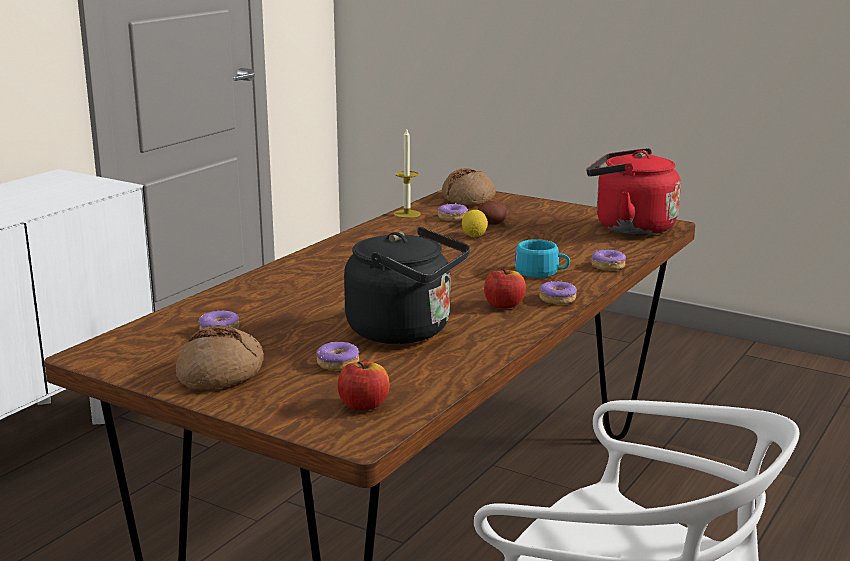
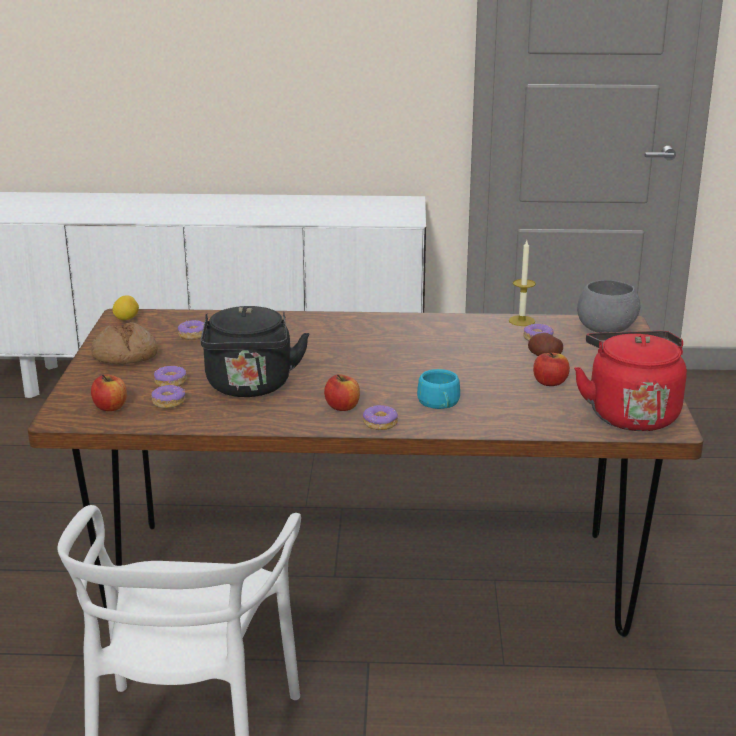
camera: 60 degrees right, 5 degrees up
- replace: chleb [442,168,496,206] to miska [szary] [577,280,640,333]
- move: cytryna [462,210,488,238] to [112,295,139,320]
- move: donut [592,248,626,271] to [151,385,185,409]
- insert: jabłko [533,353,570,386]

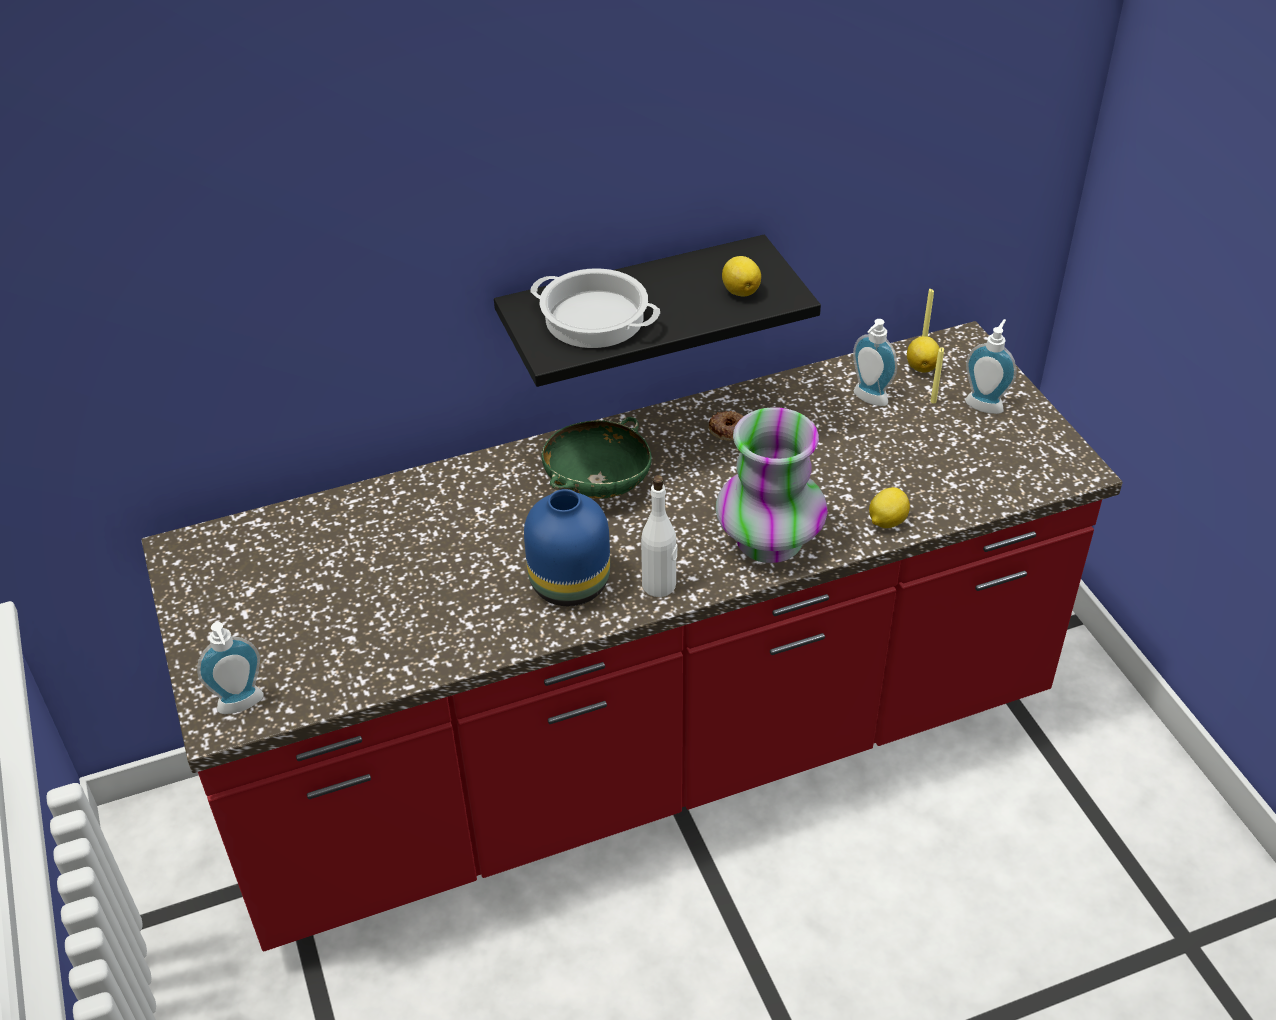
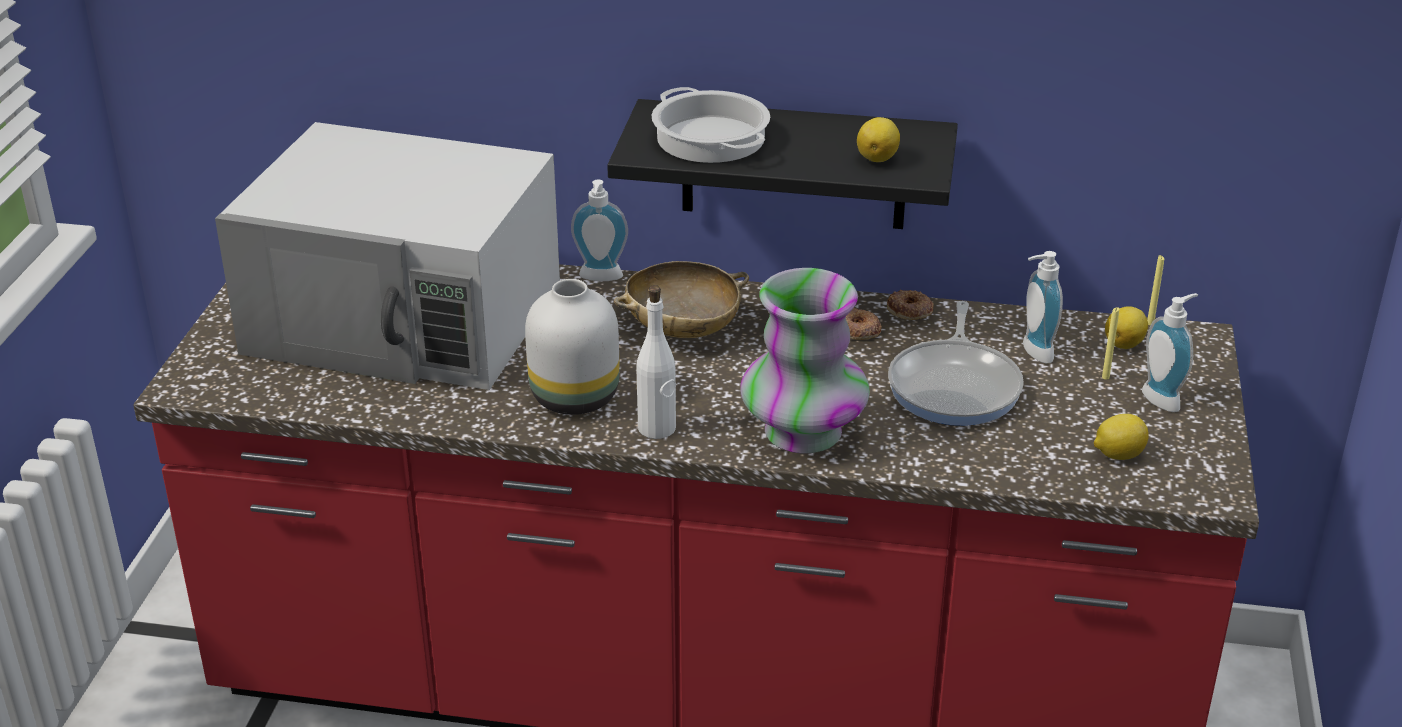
camera: 30 degrees right, 10 degrees down
- move: dozownik mydła [197,622,264,714] to [571,179,628,281]
- recolor: wazon [niebieski] [524,489,610,606] to wazon [biały] [525,279,620,415]
- recolor: miska [zielony] [542,417,652,499] to miska [beżowy] [614,261,749,338]
- move: cytryna [869,487,910,528] to [1094,414,1149,460]
- insert: mikrofalówka [biały] [215,122,560,390]
- insert: donut [887,290,934,320]
- insert: patelnia [888,301,1024,426]

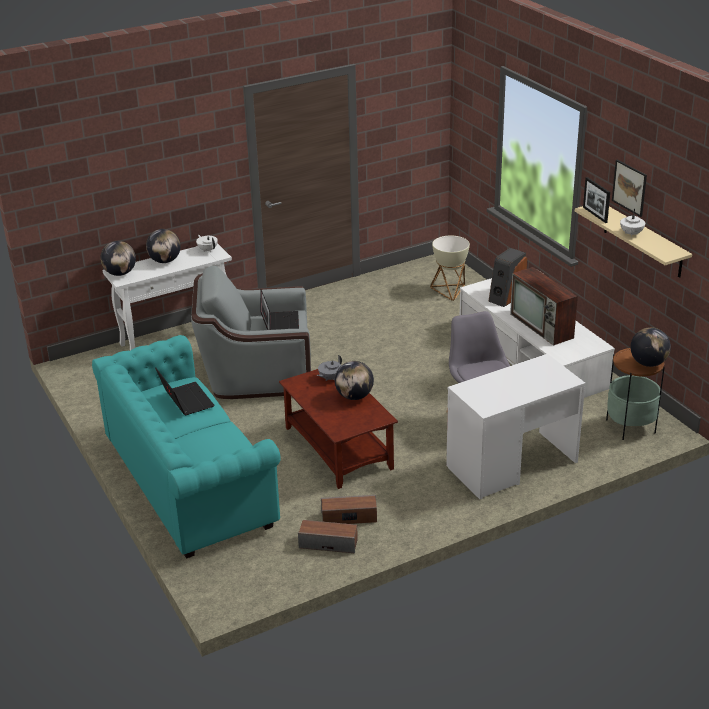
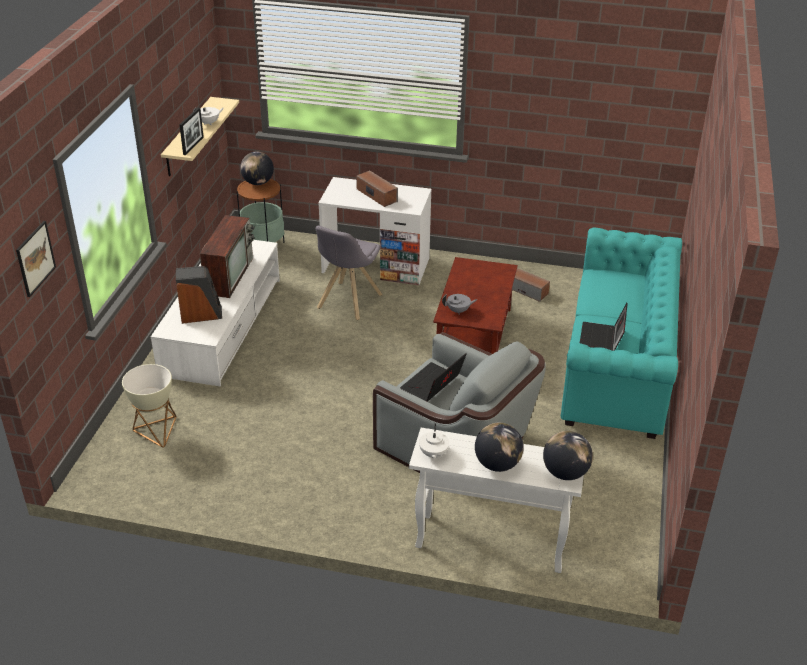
camera: 140 degrees left, 5 degrees up
- move: głośnik [298,520,358,553] to [356,170,398,207]
- delete: globus [335,361,374,400]
- move: obraz [612,160,647,217] to [16,221,56,297]

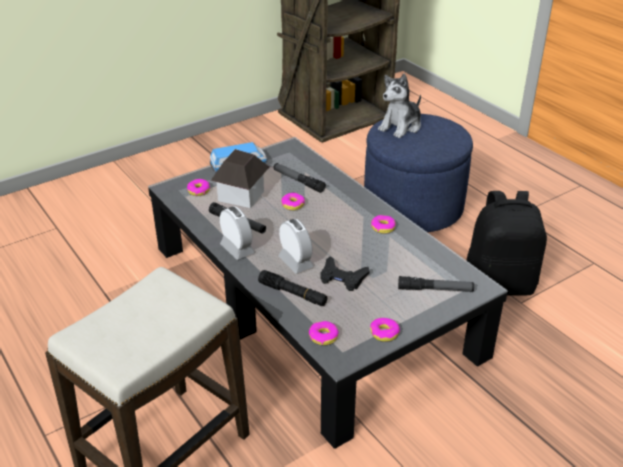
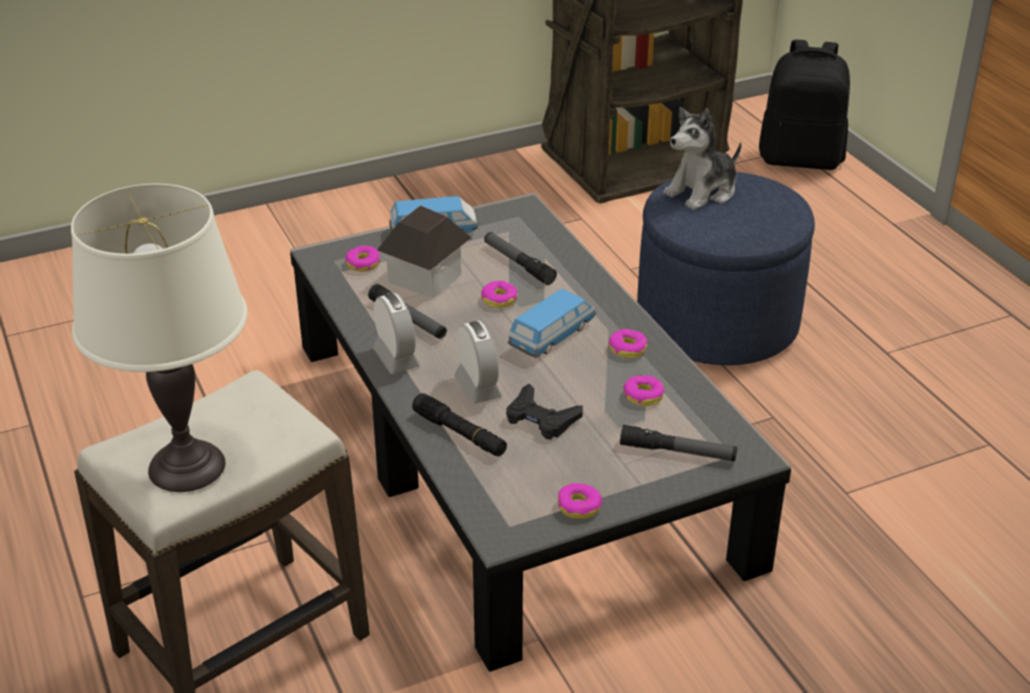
camera: 10 degrees right, 0 degrees up
- move: donut [309,321,339,345] to [623,376,664,406]
- move: plecak [czarny] [466,191,547,295] to [759,40,850,170]
- insert: lampa stołowa [biały] [71,184,247,492]
- insert: samochodzik [508,289,596,358]

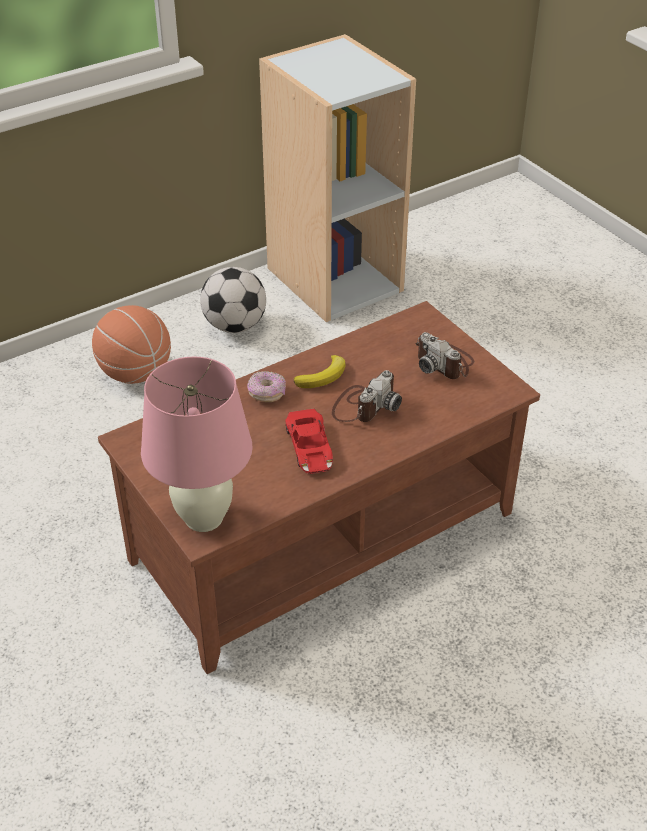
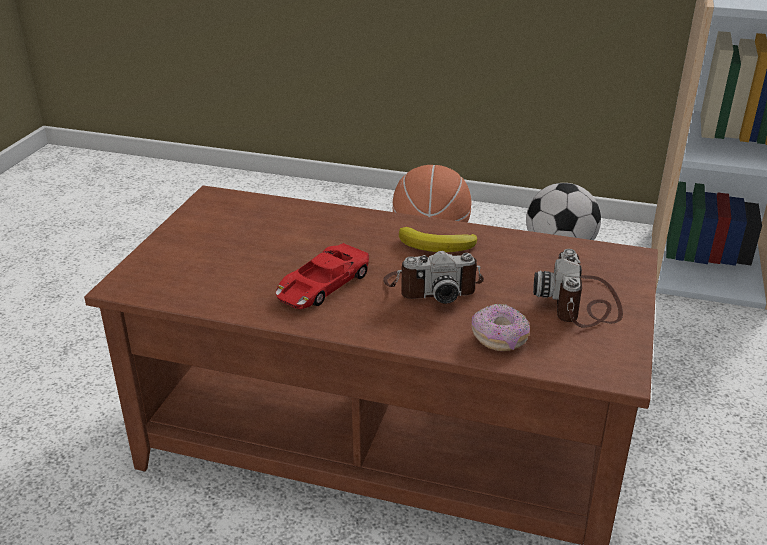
camera: 50 degrees right, 10 degrees down
- delete: lampa stołowa [różowy] [141,357,253,532]
- move: donut [247,371,286,402] to [471,304,530,351]

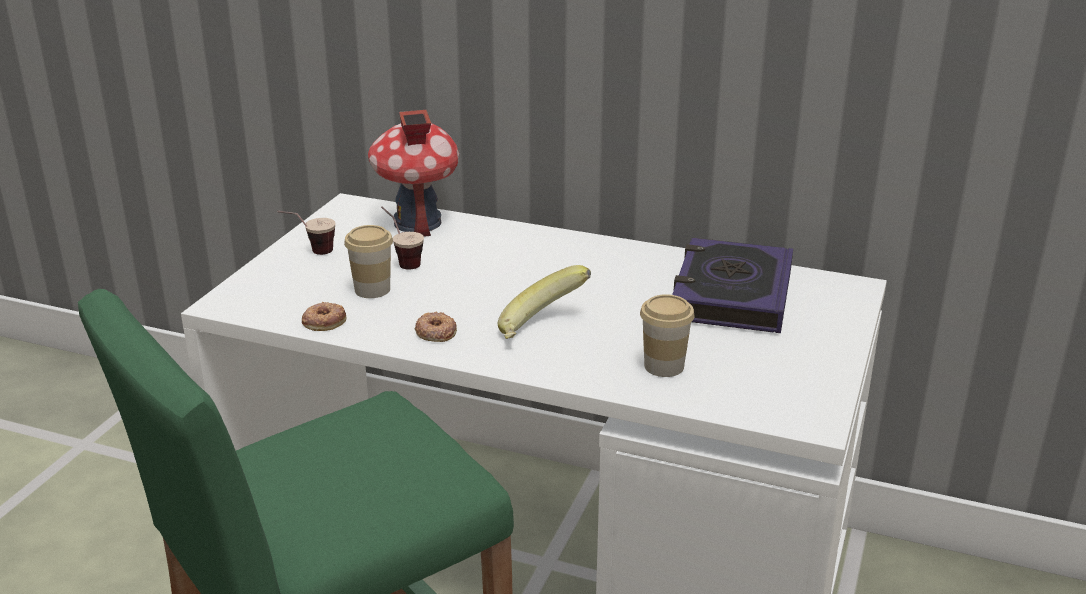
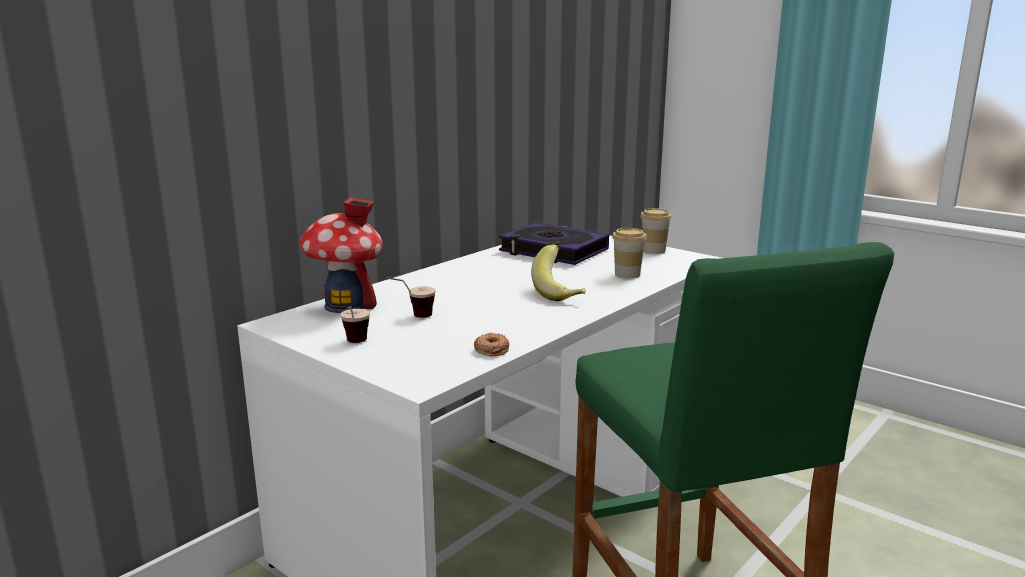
camera: 70 degrees left, 10 degrees down
- move: filiżanka [344,225,393,298] to [640,208,672,254]
- delete: donut [414,312,457,342]

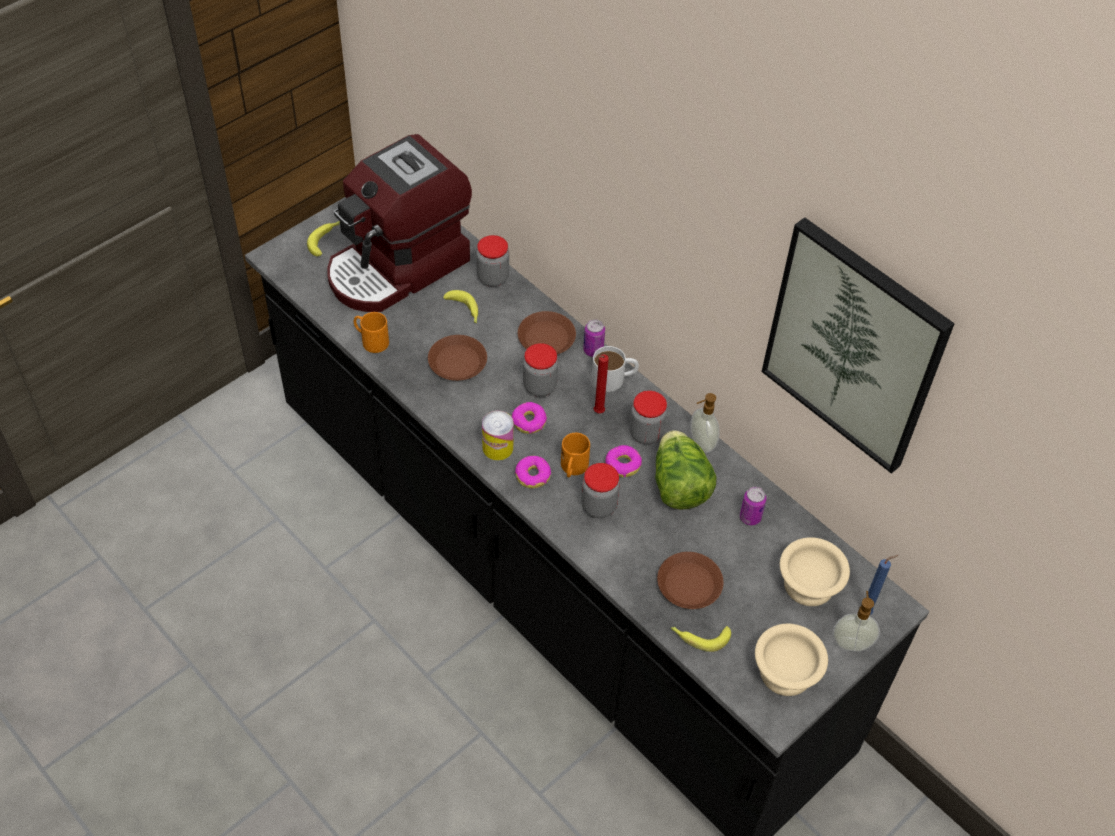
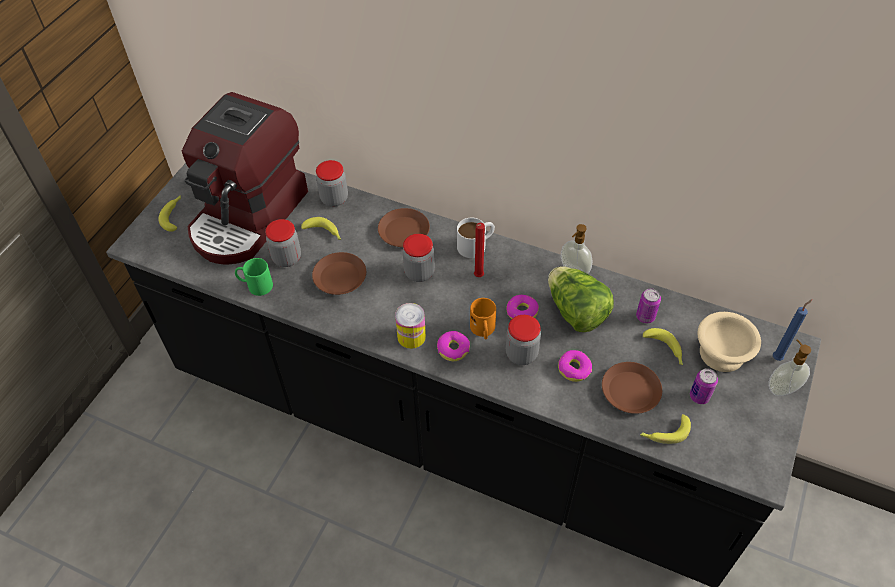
camera: 20 degrees left, 0 degrees up
- recolor: kubek [pomarańczowy] [354,312,389,353] to kubek [zielony] [235,258,273,296]
- move: donut [512,402,547,434] to [558,350,592,382]
- move: puszka [583,319,605,357] to [690,368,718,404]
- move: słoik [630,390,667,445] to [265,219,301,267]
- delete: miska [beżowy] [755,624,828,696]
- delete: obraz [762,217,954,473]
- insert: banan [643,328,683,365]

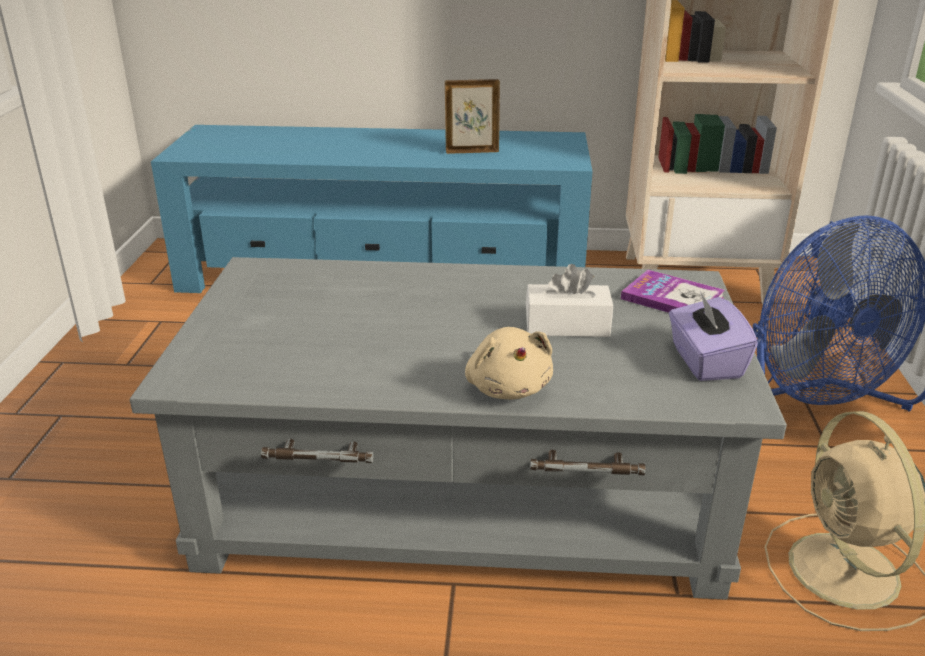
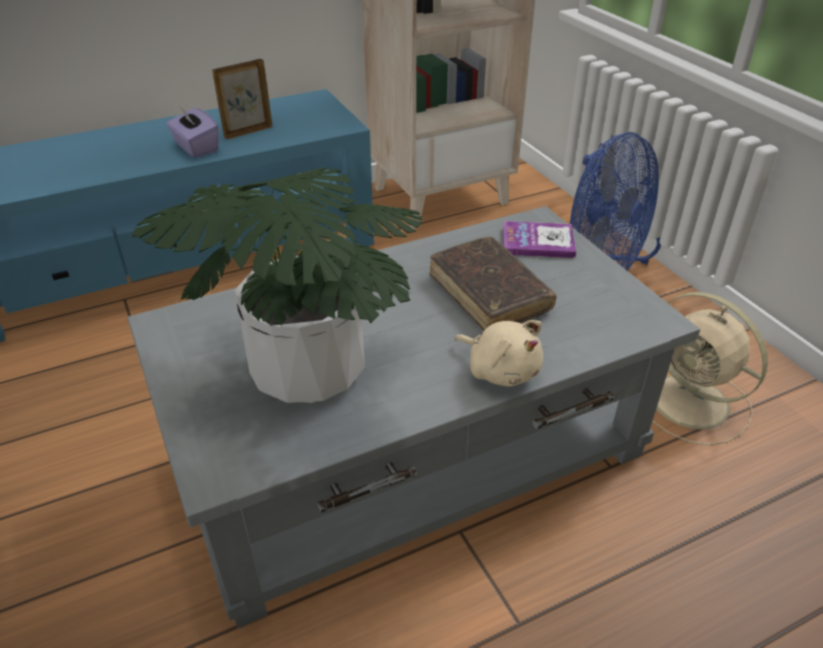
camera: 30 degrees left, 10 degrees up
- replace: pudełko chusteczek [biały] [526,264,613,337] to książka [brązowy] [429,237,556,331]
- move: pudełko chusteczek [fioletowy] [669,291,758,381] to [166,105,219,158]
- insert: roślina doniczkowa [132,168,423,403]

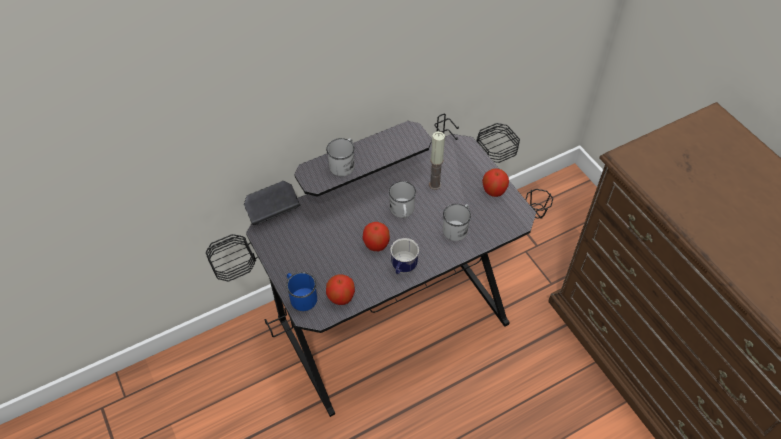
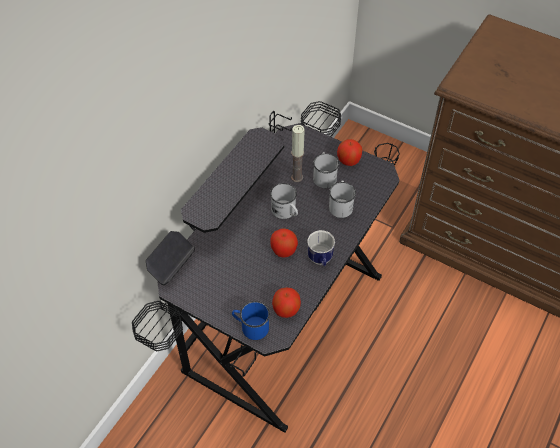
camera: 30 degrees left, 0 degrees up
- move: kubek [biały] [326,138,355,176] to [313,152,339,188]

